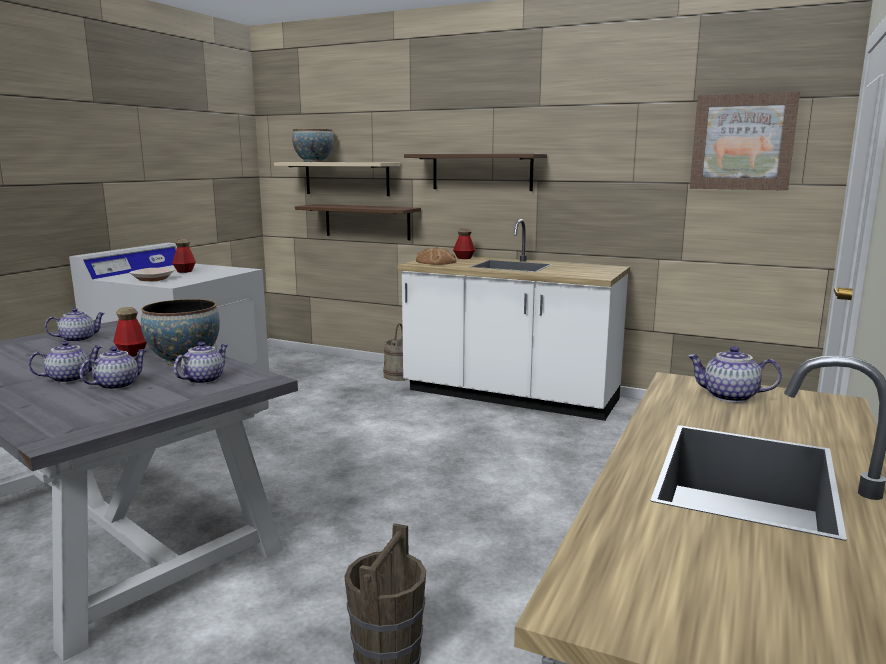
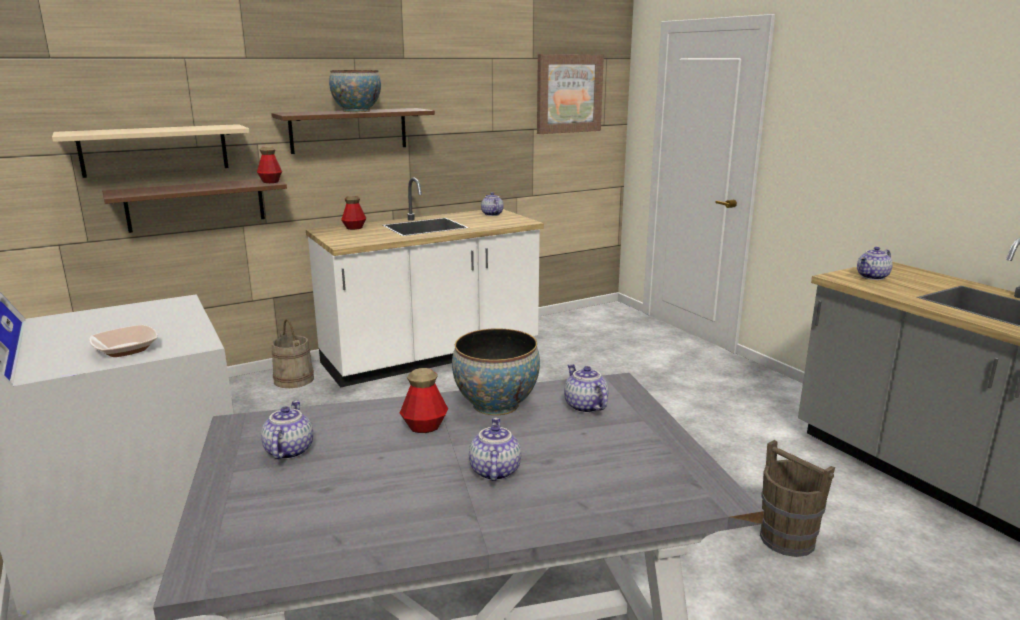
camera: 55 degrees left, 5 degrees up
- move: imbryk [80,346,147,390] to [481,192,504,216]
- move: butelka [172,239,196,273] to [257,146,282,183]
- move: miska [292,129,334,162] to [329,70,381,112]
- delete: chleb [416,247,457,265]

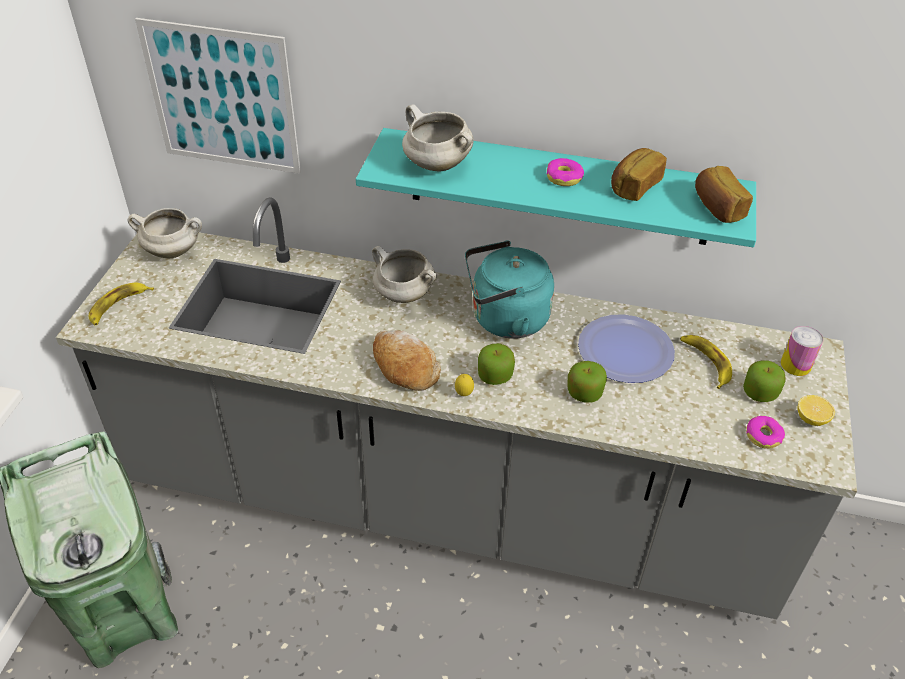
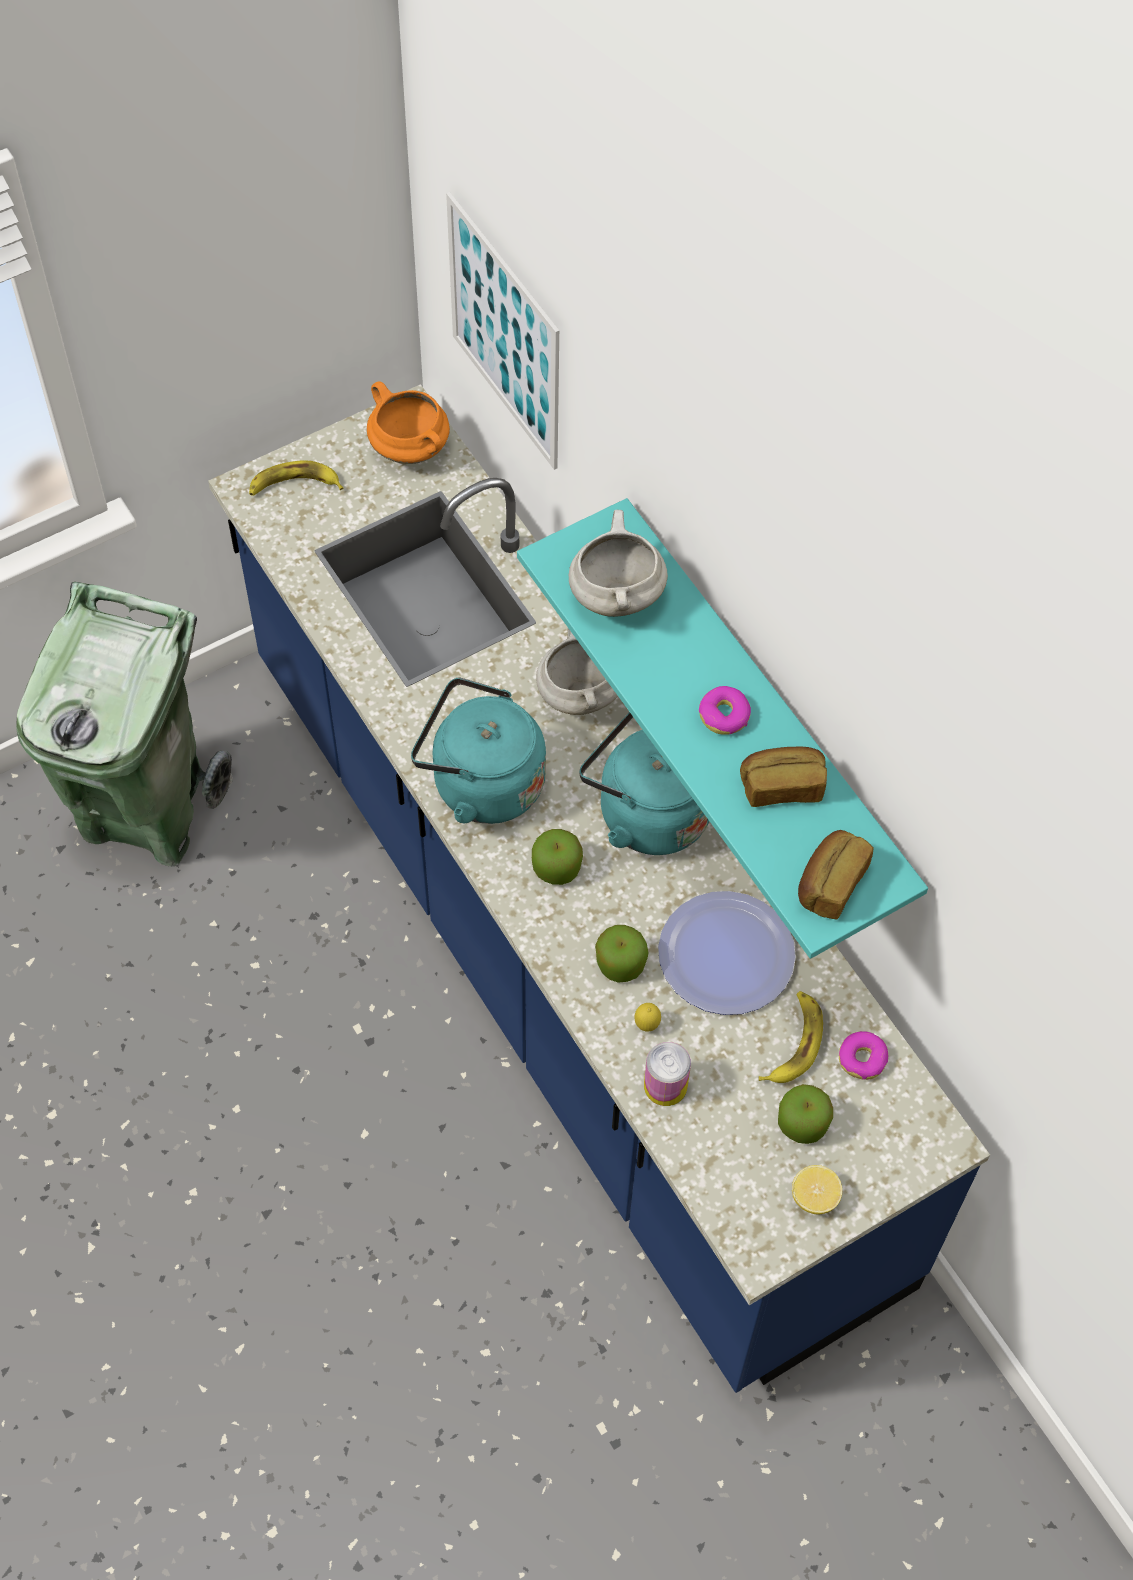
camera: 45 degrees right, 15 degrees up
- recolor: zabudowa kuchenna [szary] [56,197,857,619] to zabudowa kuchenna [niebieski] [208,384,990,1393]
- recolor: garnek [biały] [127,208,202,258] to garnek [pomarańczowy] [367,381,450,464]
- replace: chleb [373,330,441,391] to czajnik [turkusowy] [411,677,546,824]
- move: cytryna [455,374,474,396] to [635,1003,661,1032]
- move: donut [746,416,785,449] to [839,1031,888,1080]
- move: puszka [781,326,823,376] to [644,1042,691,1106]

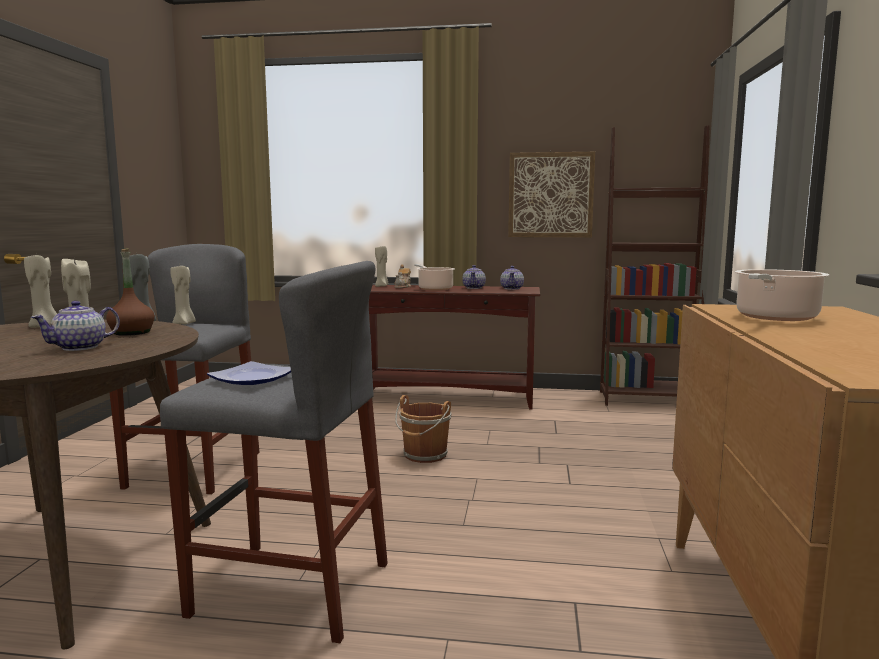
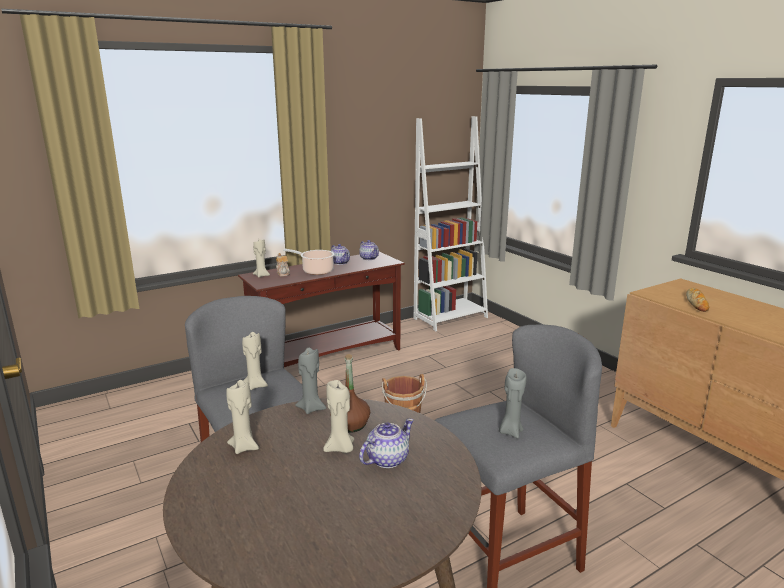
camera: 40 degrees left, 10 degrees up
- rotate: imbryk [31,301,120,351] = [359,419,414,468] 135 degrees counterclockwise
- replace: talerz [207,361,291,385] to świeca [szary] [499,368,526,438]
- delete: obraz [508,152,595,237]
- recolor: regał [brązowy] [600,125,709,406] to regał [biały] [414,116,488,331]
- replace: garnek [735,269,829,321] to chleb [686,288,709,312]

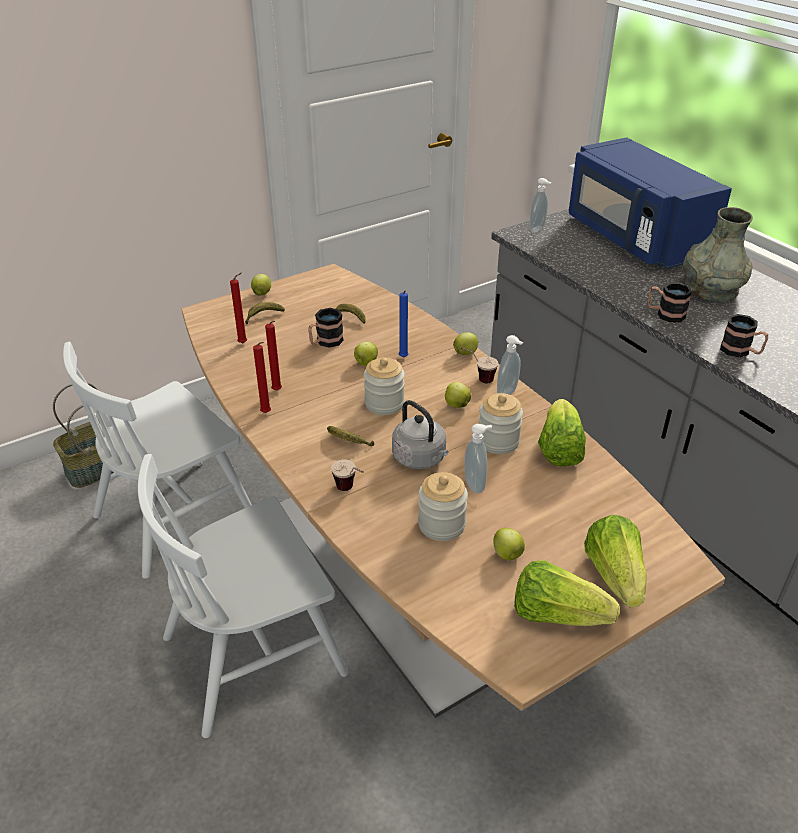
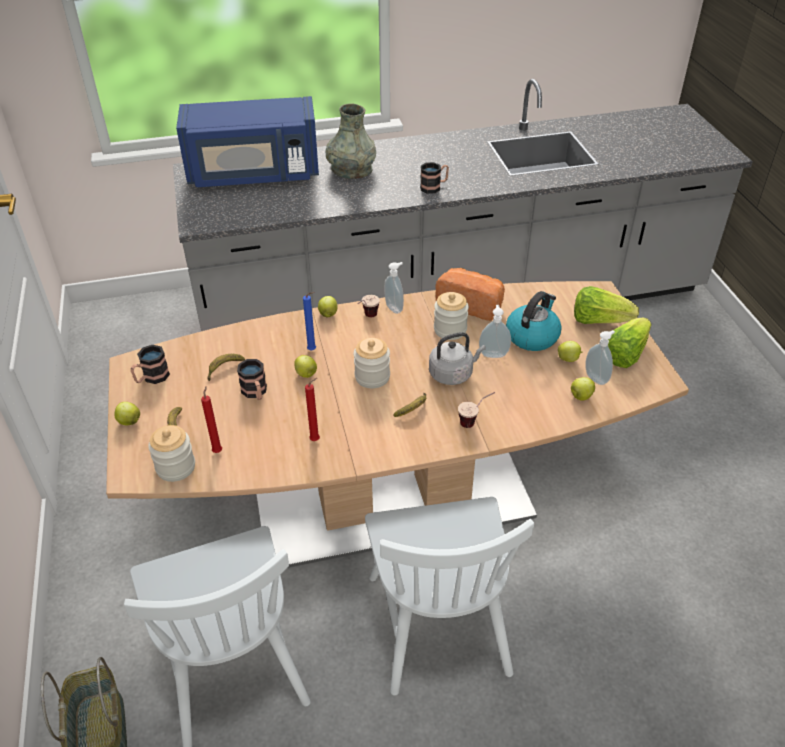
camera: 70 degrees left, 5 degrees up
- delete: świeca [czerwony] [253,342,271,413]
- move: słoik [418,472,468,541] to [148,425,195,482]
- move: jabłko [445,382,472,408] to [571,377,595,401]
- move: dozownik mydła [530,178,552,232] to [585,330,615,385]
- replace: sałata [538,399,586,467] to chleb [435,268,505,321]
- move: kubek [648,282,692,323] to [131,345,170,384]
- insert: czajnik [506,291,562,351]

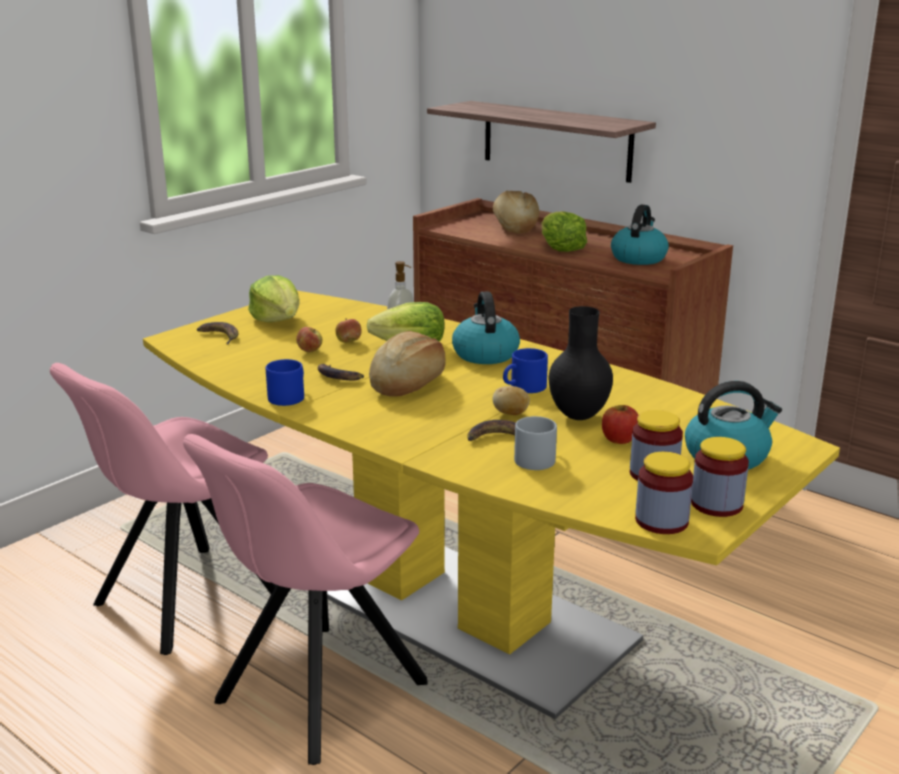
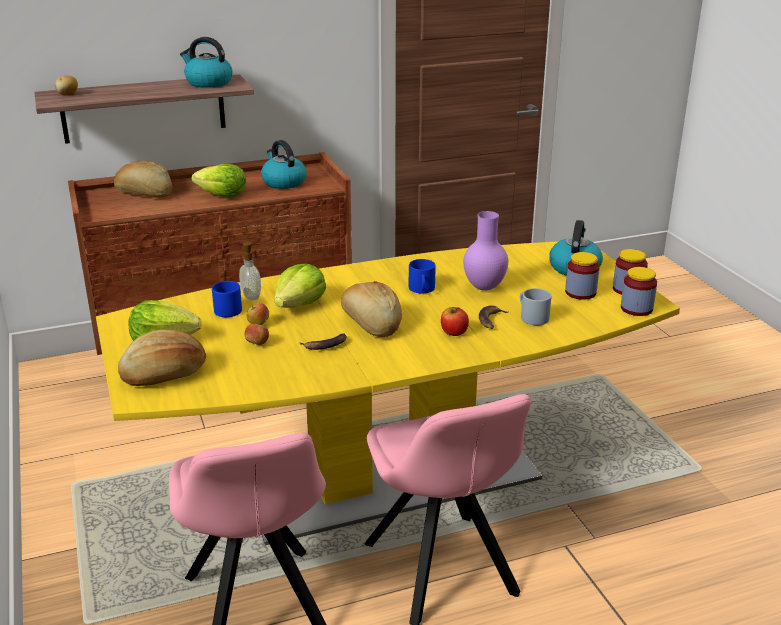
camera: 60 degrees left, 5 degrees up
- replace: banan [197,322,238,344] to chleb [118,330,206,386]
- move: kubek [niebieski] [266,359,304,406] to [212,281,242,317]
- move: czajnik [452,291,520,364] to [180,37,233,88]
- move: ziemniak [493,386,530,415] to [55,75,78,95]
- recolor: wazon [czarny] [549,306,613,420] to wazon [fioletowy] [463,211,508,291]
- move: jabłko [602,405,638,444] to [441,307,469,336]

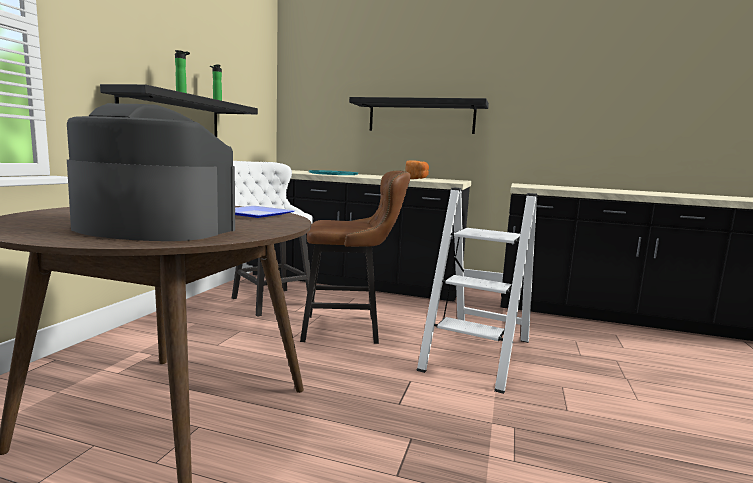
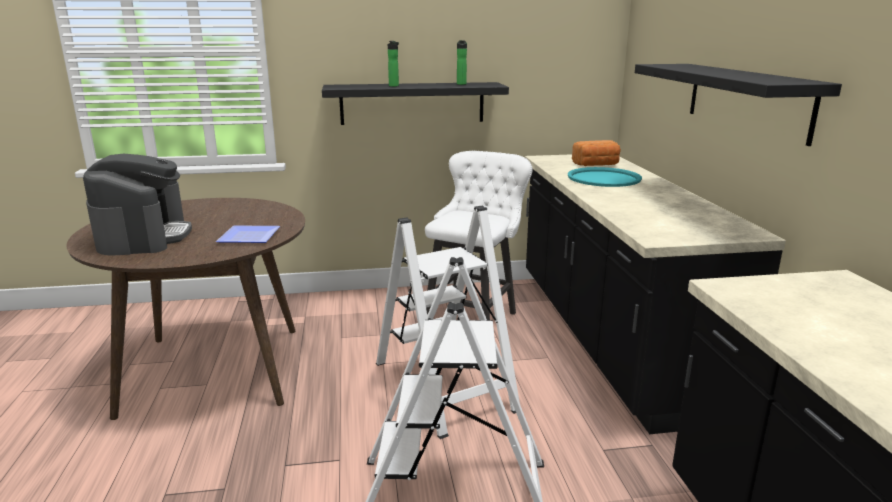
camera: 65 degrees right, 10 degrees up
- replace: stołek [brązowy] [300,170,411,344] to drabinka [biały] [376,206,520,439]
- move: chleb [405,160,429,179] to [572,140,621,166]

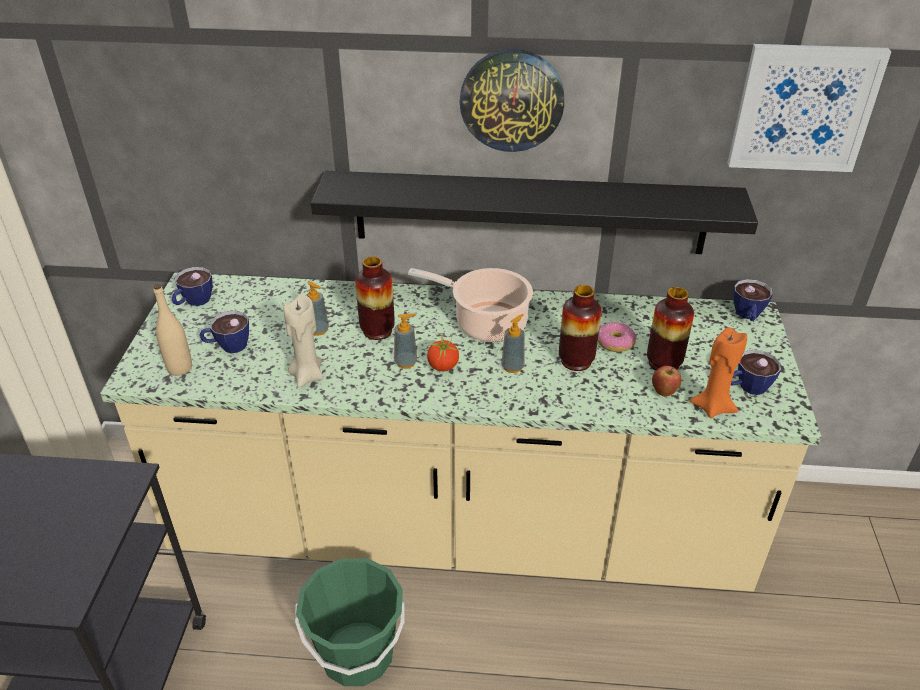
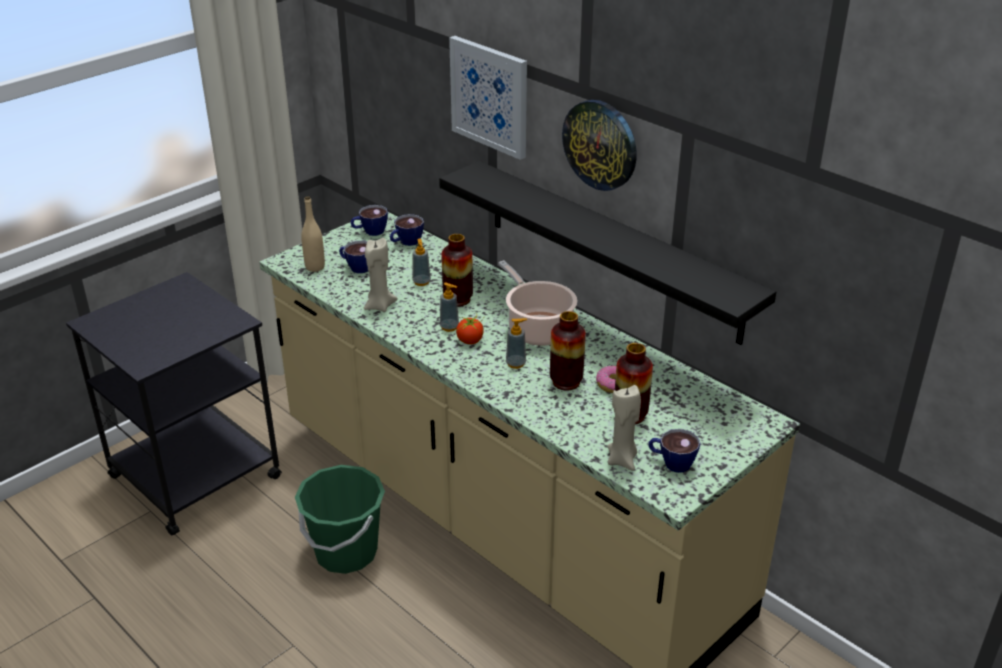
camera: 40 degrees right, 5 degrees down
- delete: jabłko [652,366,682,397]
- recolor: świeca [pomarańczowy] [690,327,747,418] to świeca [beżowy] [608,385,641,471]
- move: obraz [727,44,891,172] to [449,36,527,160]
- move: filiżanka [733,279,773,321] to [390,214,424,246]

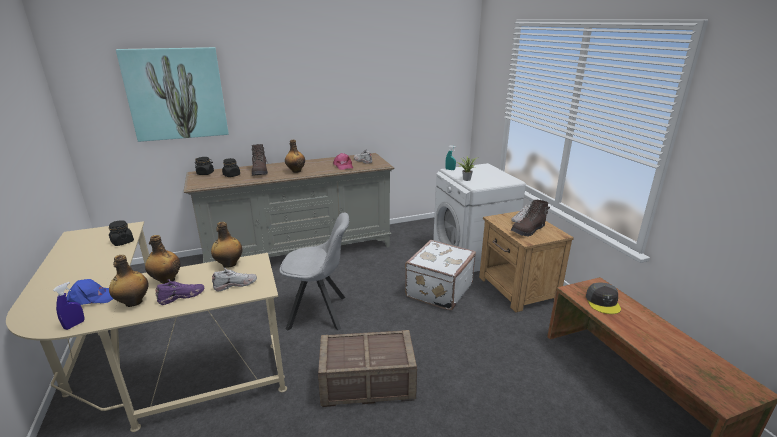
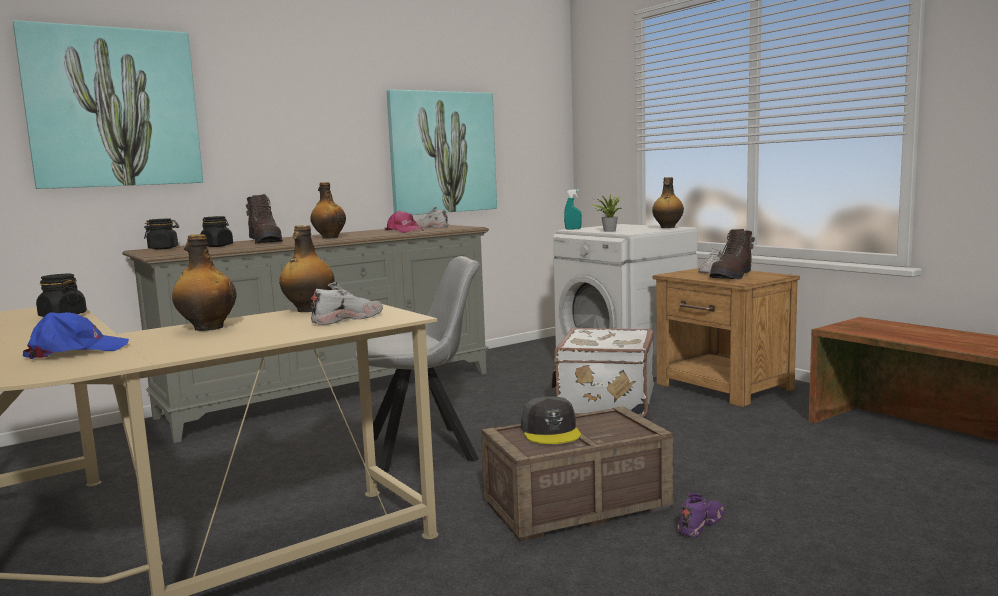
camera: 15 degrees left, 15 degrees down
- delete: spryskiwacz [niebieski] [53,282,84,330]
- move: butelka [109,255,149,307] to [652,177,684,228]
- move: but [fioletowy] [155,279,204,305] to [677,493,724,538]
- move: czapka z daszkiem [szary] [586,282,621,314] to [521,396,581,444]
- insert: obraz [386,89,497,215]

